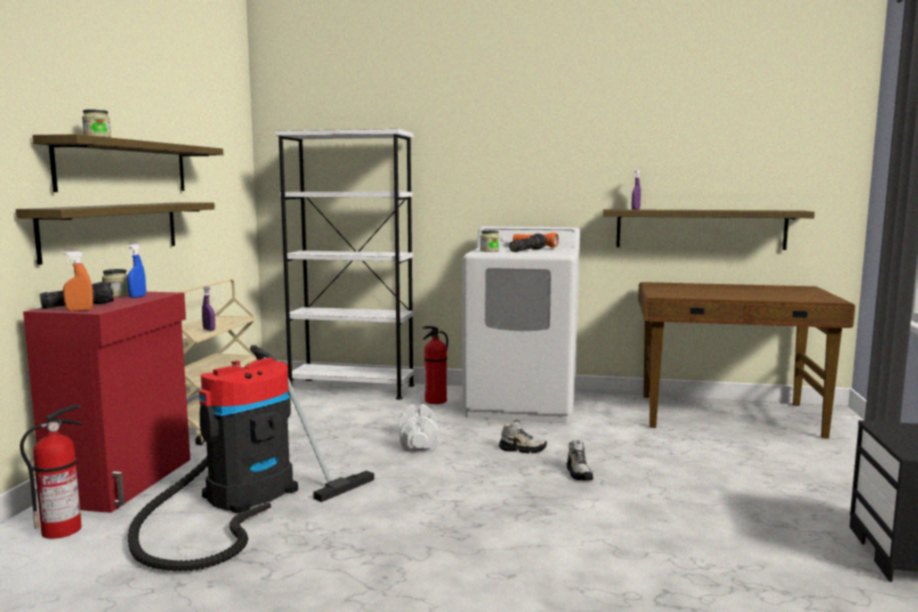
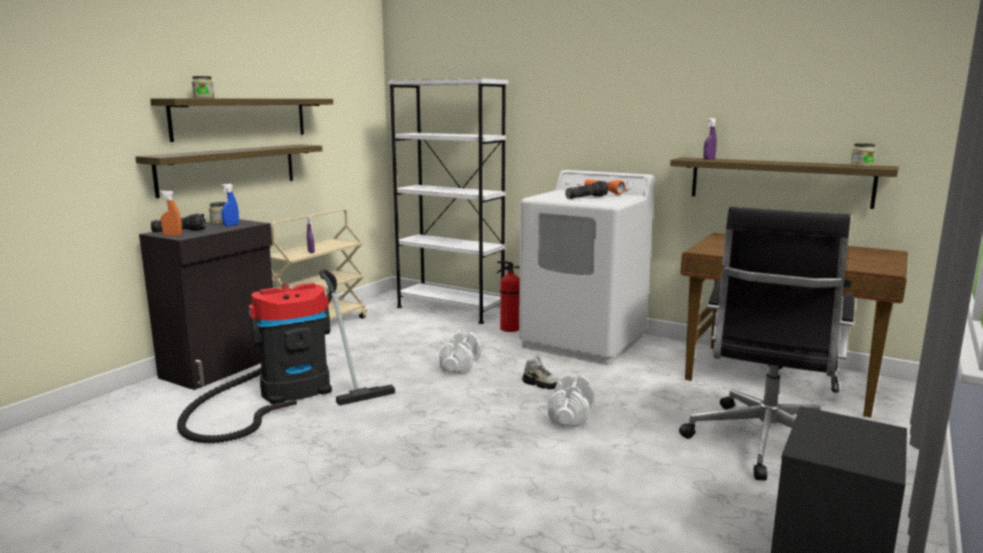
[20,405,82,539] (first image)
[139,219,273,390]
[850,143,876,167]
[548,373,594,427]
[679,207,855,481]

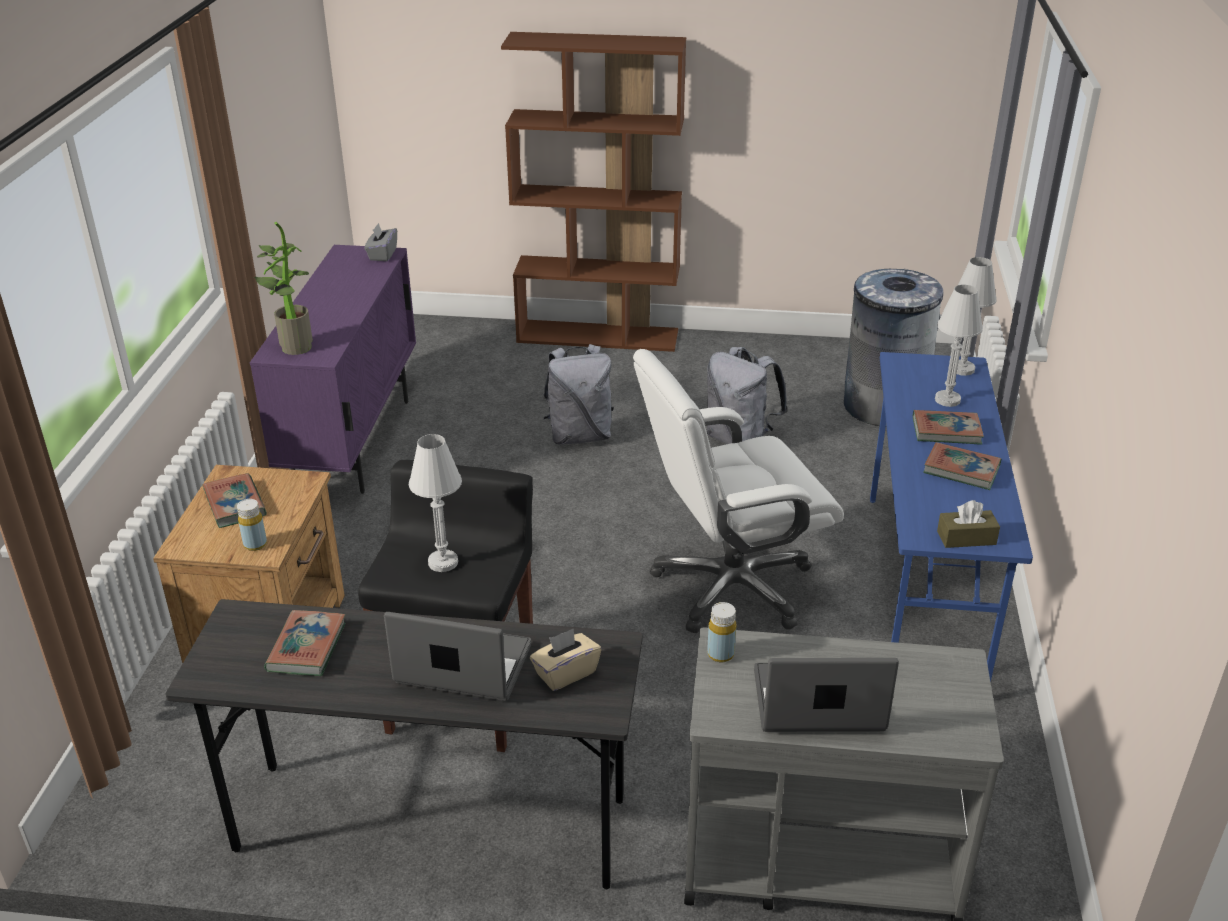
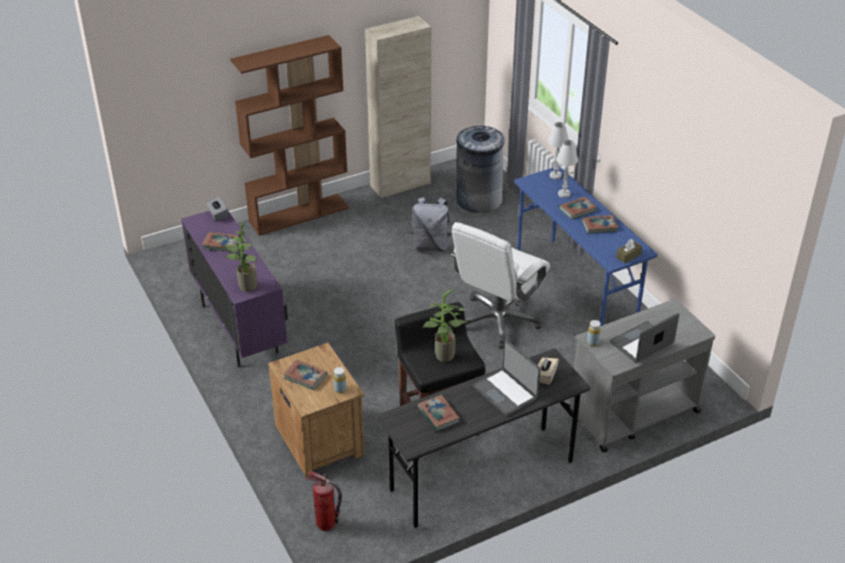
[473,340,541,416]
[422,289,469,362]
[543,344,614,445] (first image)
[202,232,240,252]
[306,471,342,531]
[365,16,431,199]

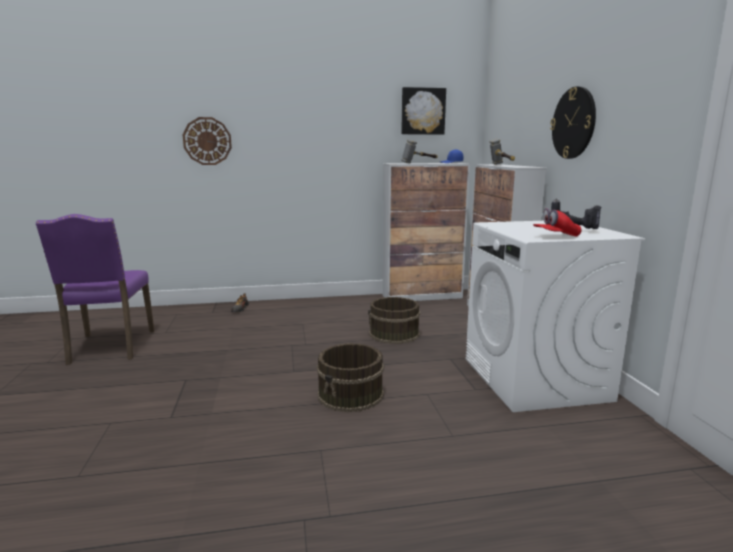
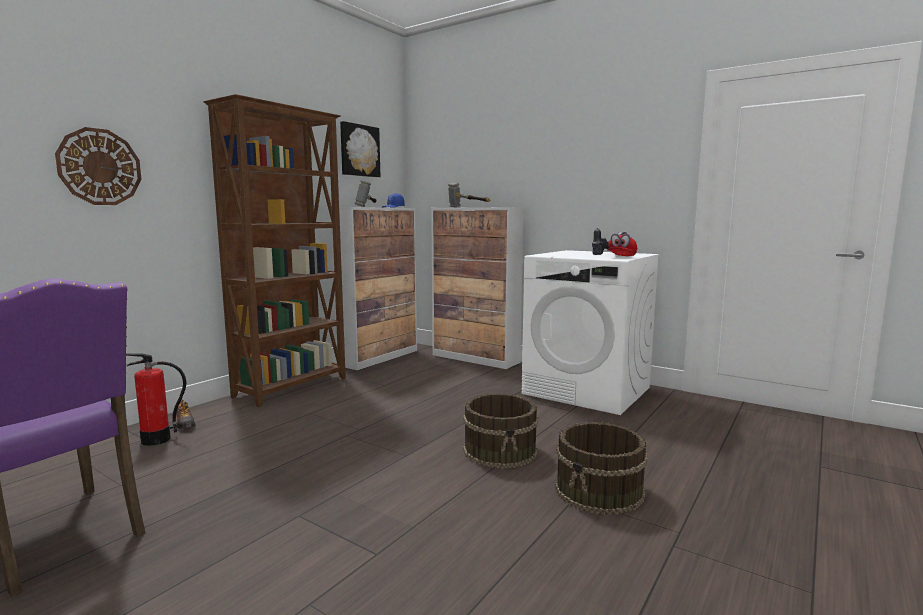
[555,422,648,515]
[550,86,596,159] (first image)
[126,353,186,446]
[203,94,346,407]

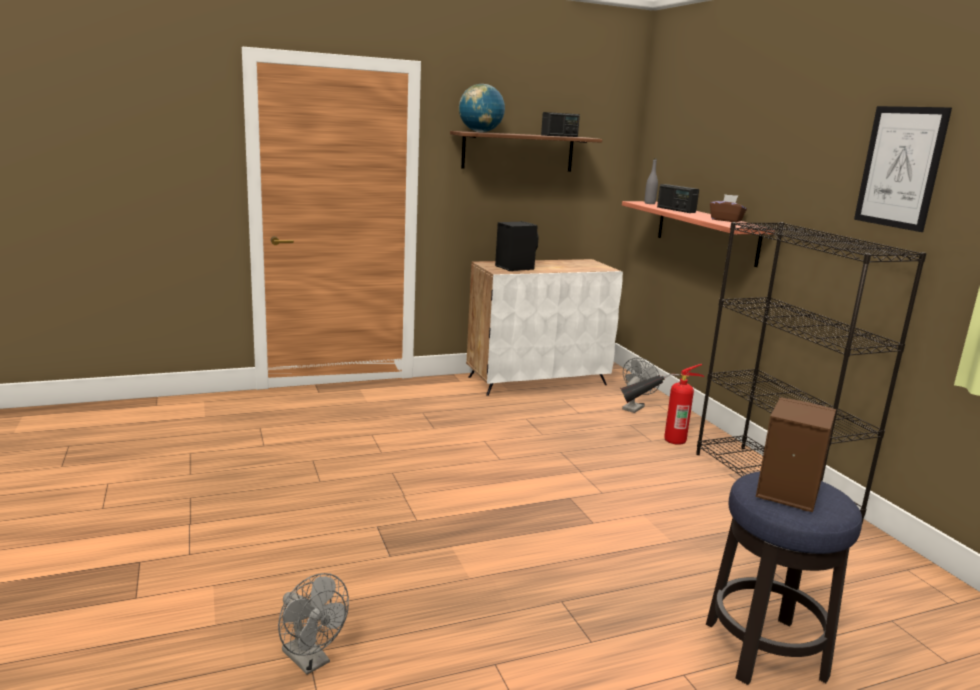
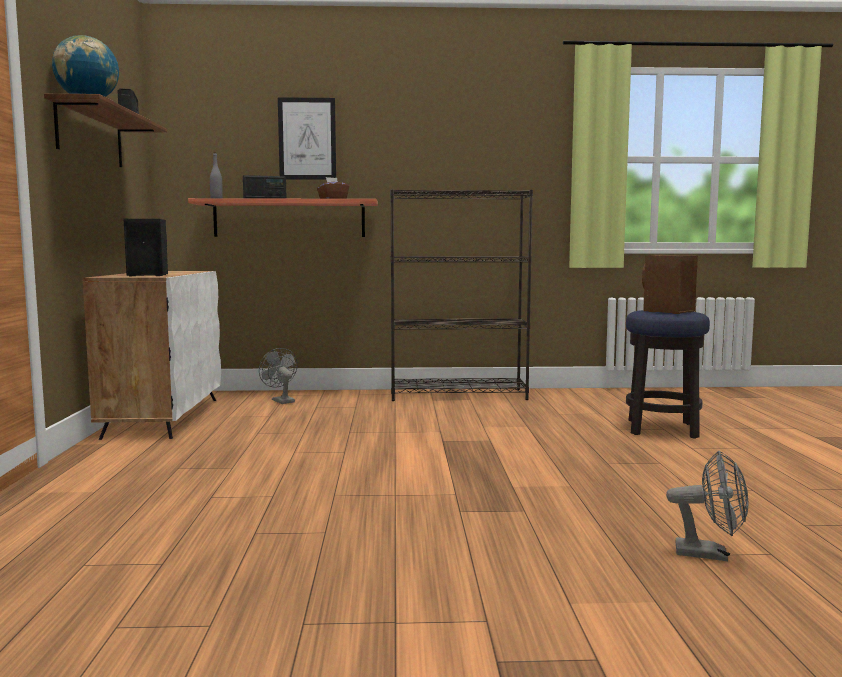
[666,451,749,561]
[620,364,704,445] (first image)
[278,98,336,180]

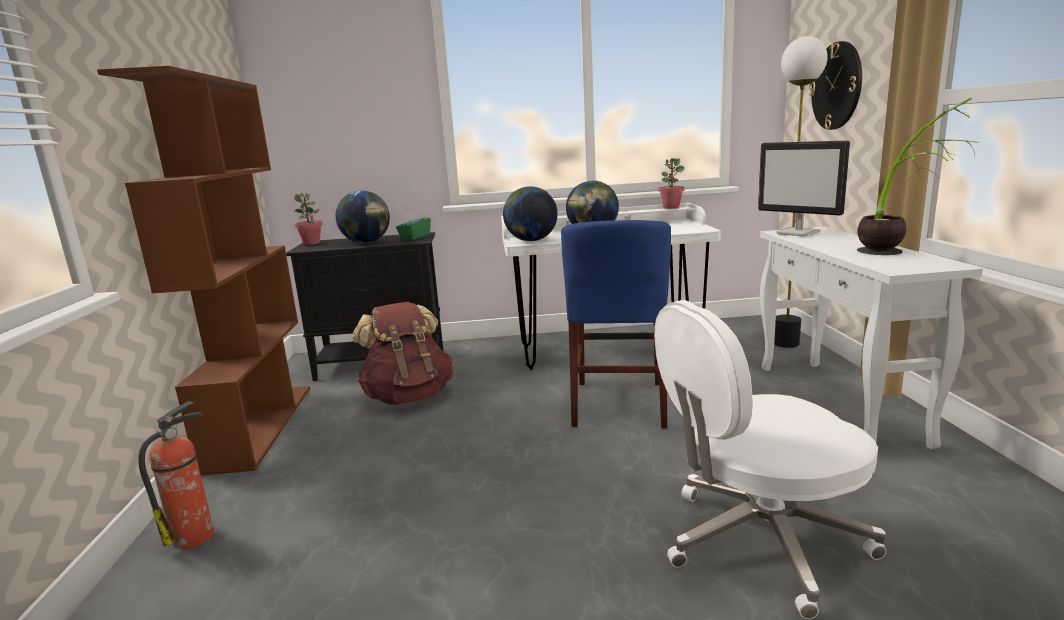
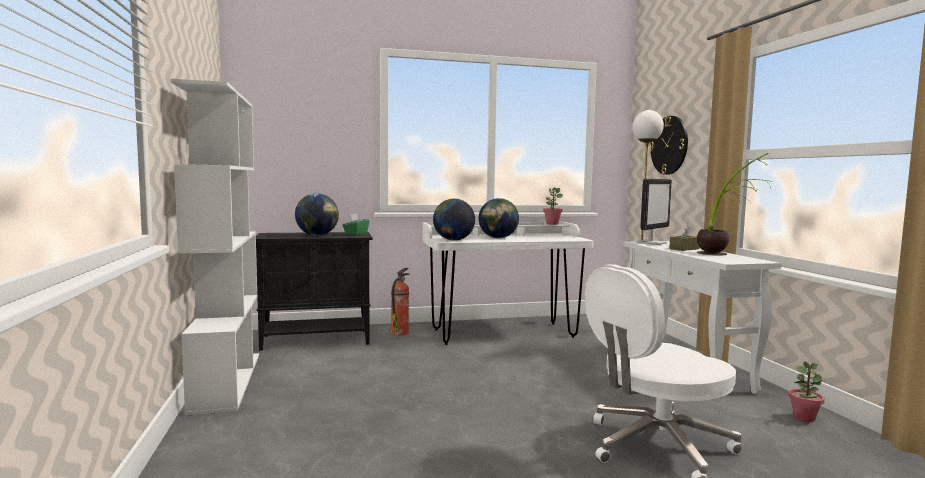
[170,79,259,415]
[391,268,410,335]
[788,362,825,422]
[352,302,453,405] (first image)
[561,220,671,429] (first image)
[636,179,672,245]
[669,225,700,251]

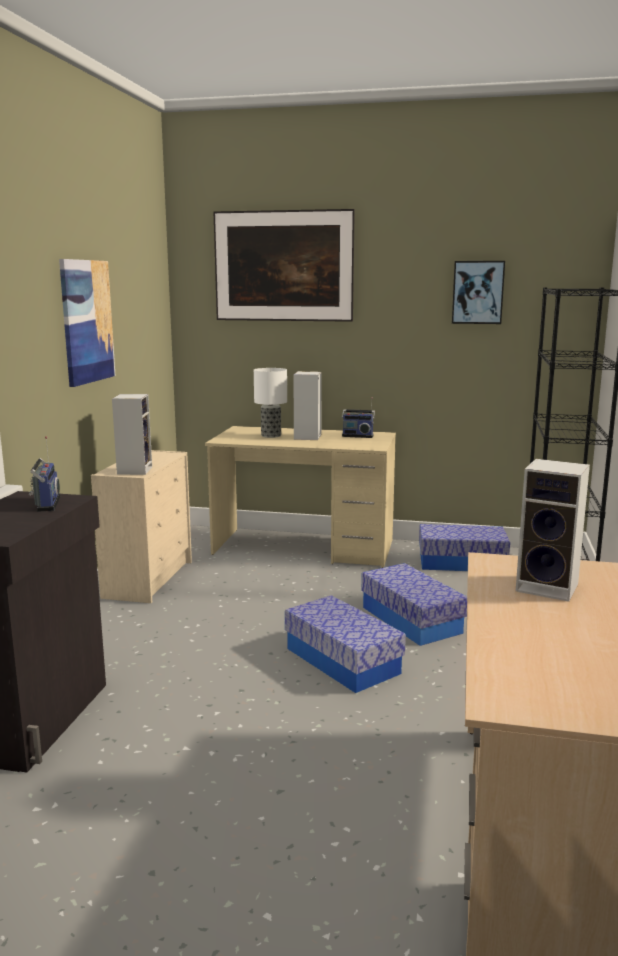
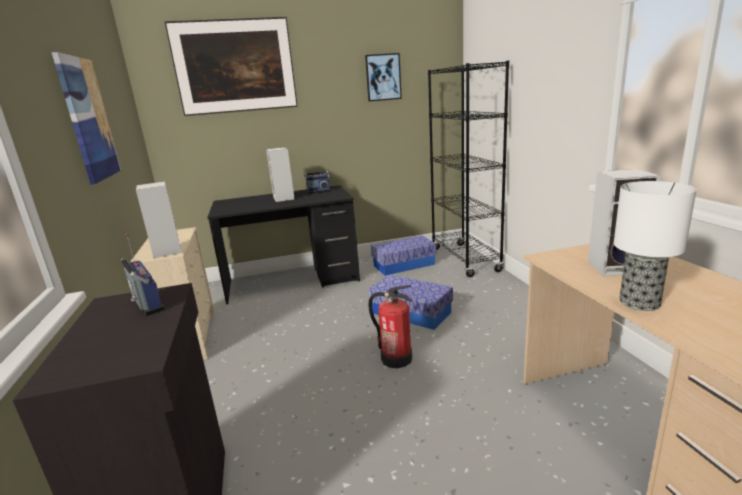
[207,185,360,304]
[614,181,697,311]
[368,285,412,368]

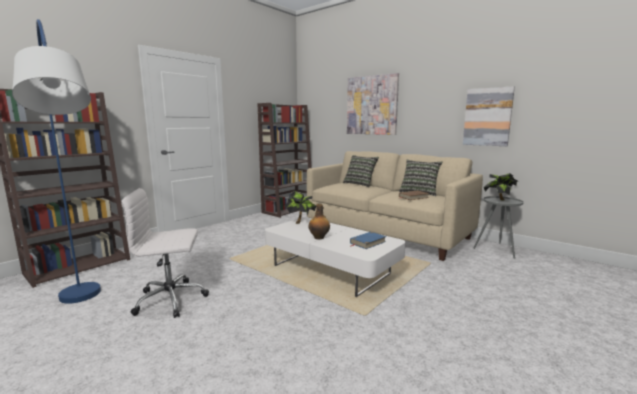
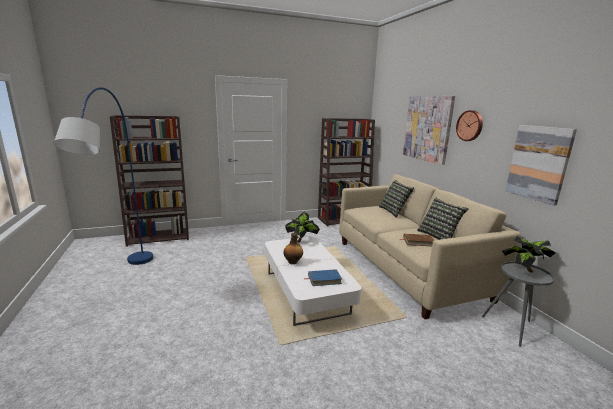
[121,188,209,318] (first image)
[456,110,483,141]

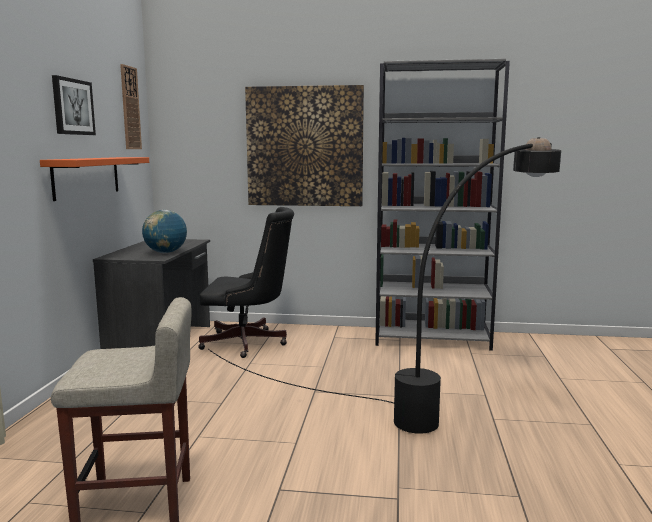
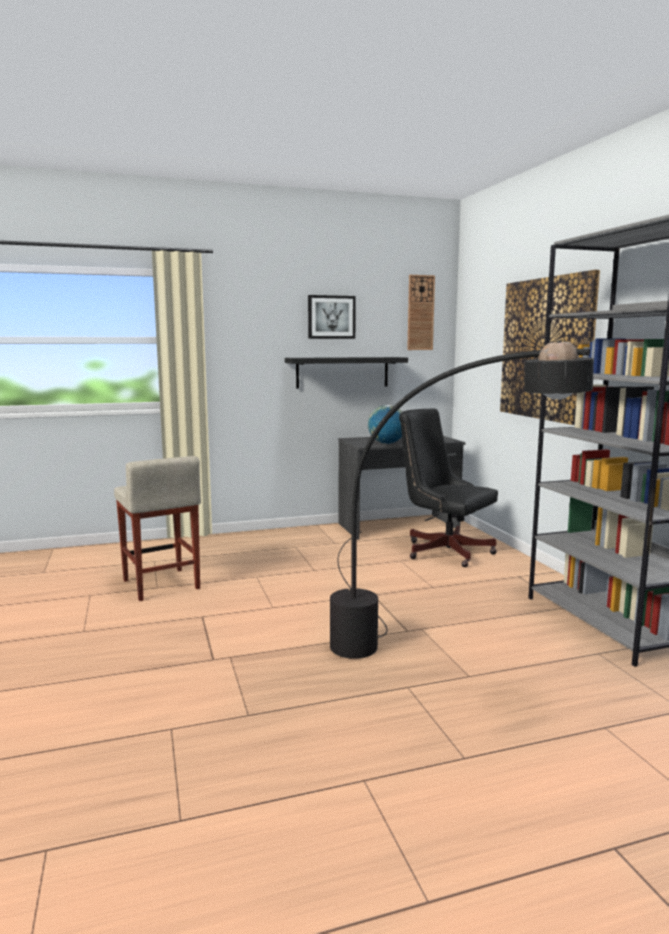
[285,357,408,389]
[399,408,498,567]

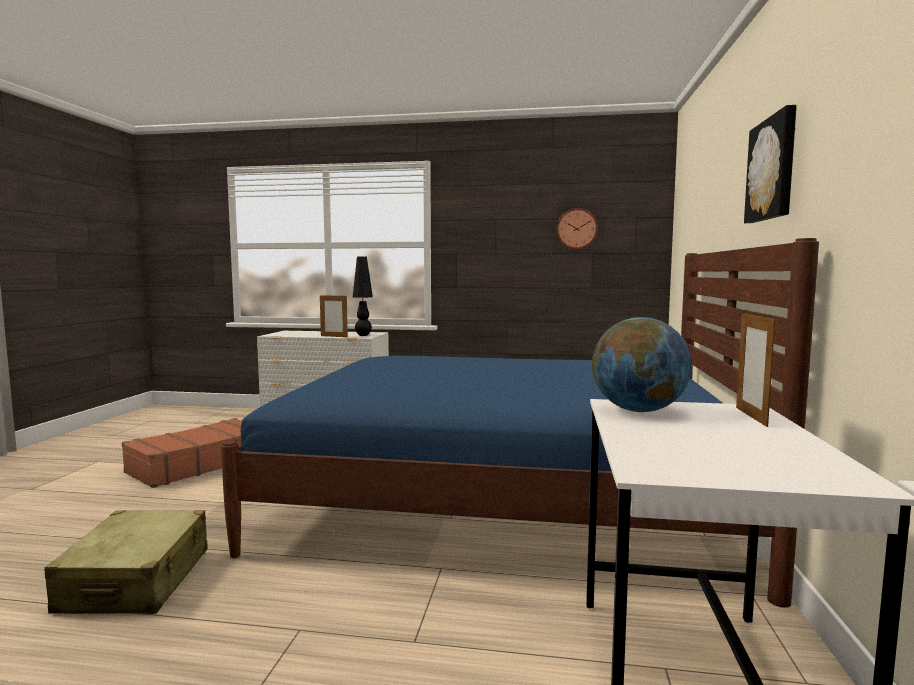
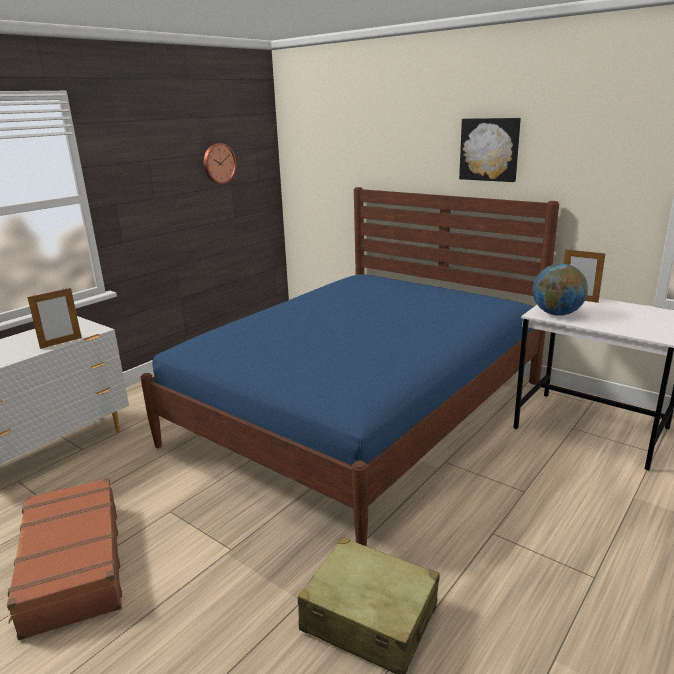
[353,257,373,336] (first image)

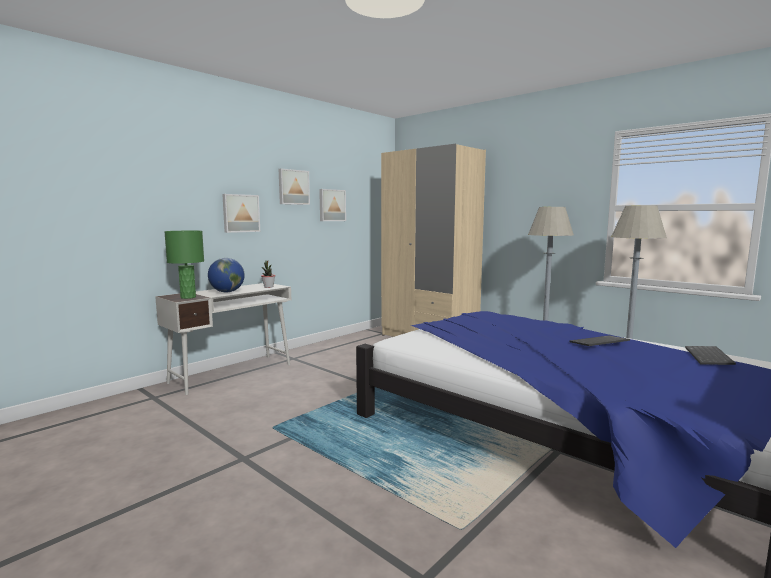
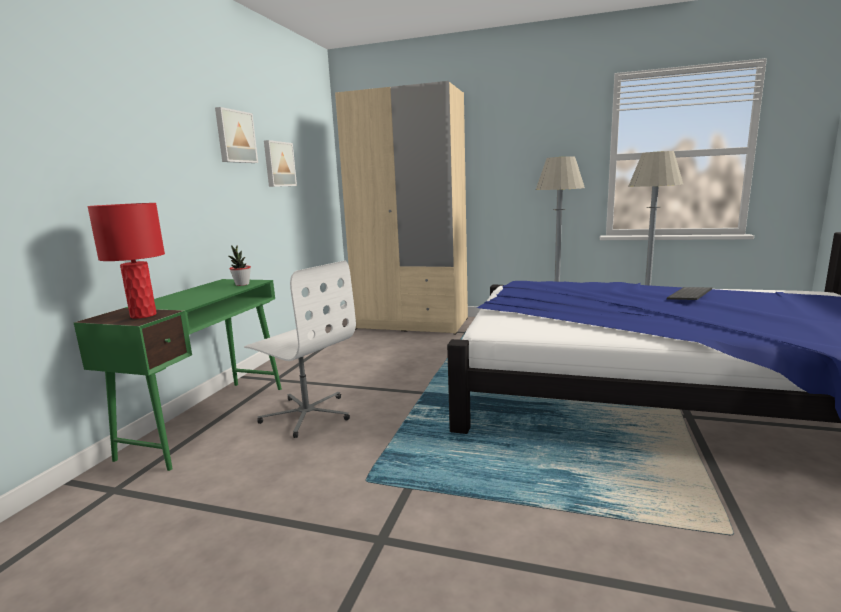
[74,279,282,471]
[87,203,165,319]
[208,258,245,292] (first image)
[222,194,260,233] (first image)
[685,346,736,365] (first image)
[244,261,356,438]

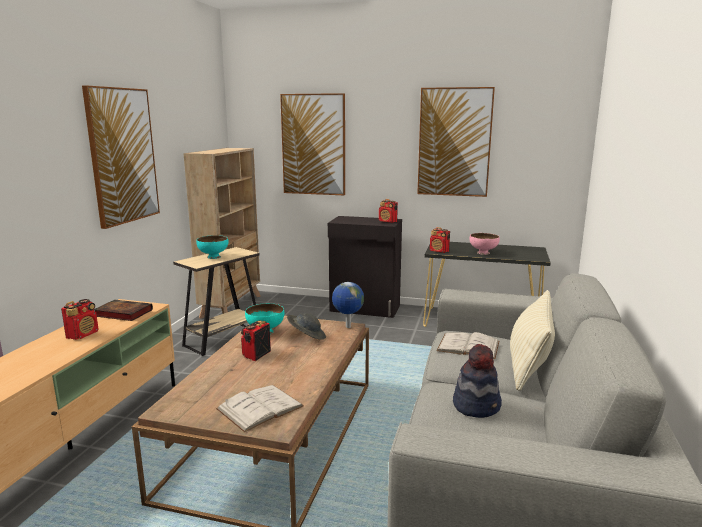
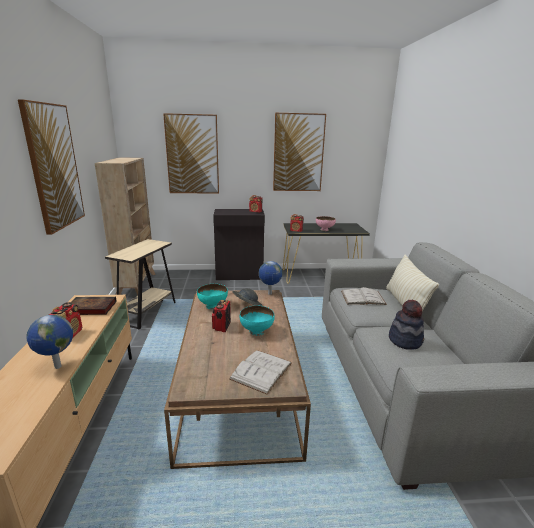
[240,305,275,336]
[26,315,73,369]

